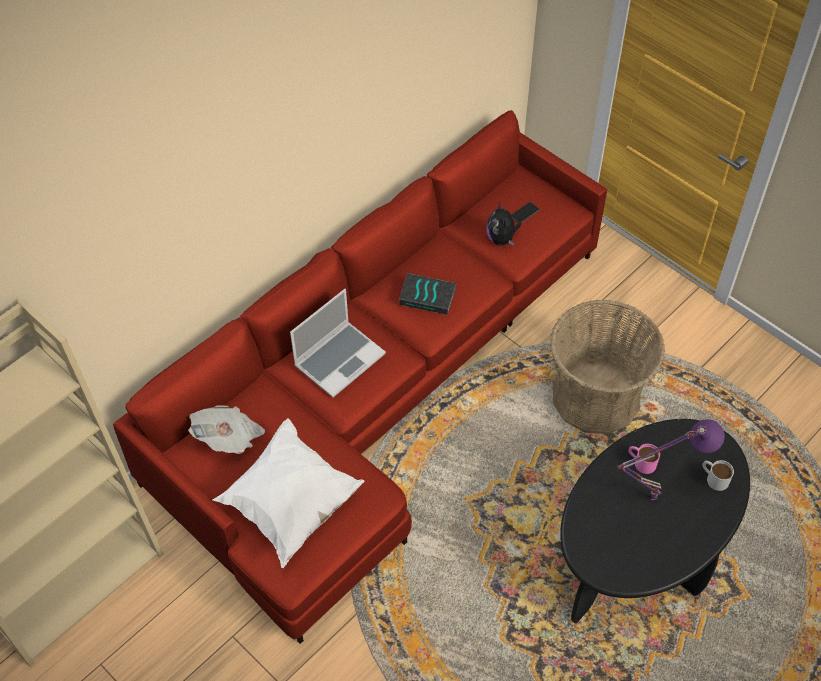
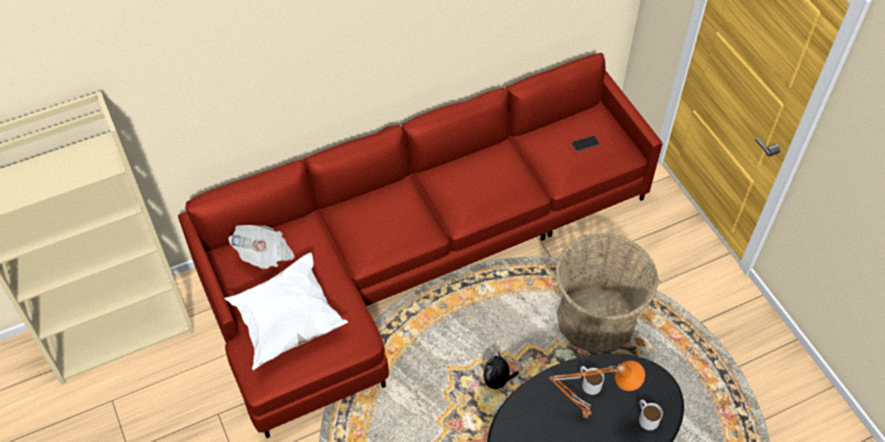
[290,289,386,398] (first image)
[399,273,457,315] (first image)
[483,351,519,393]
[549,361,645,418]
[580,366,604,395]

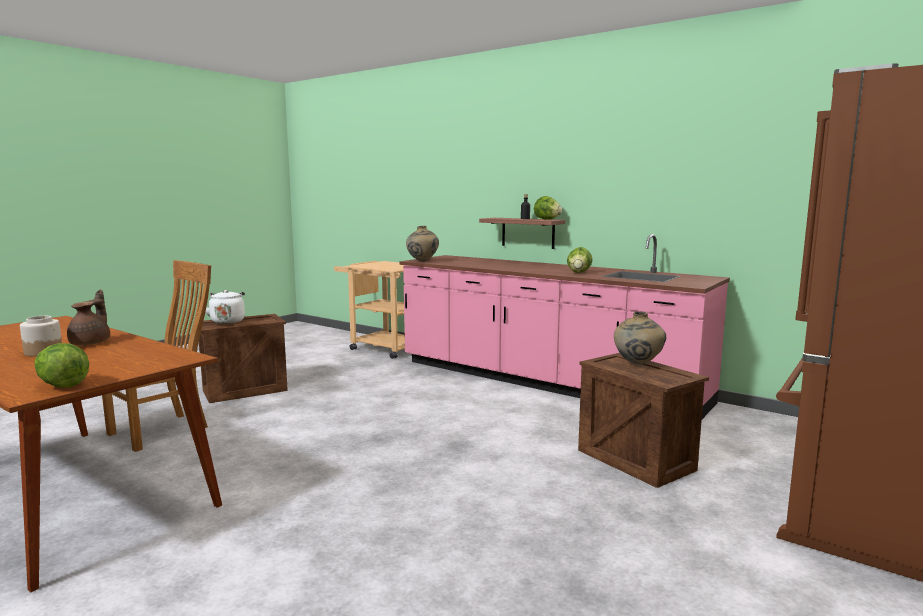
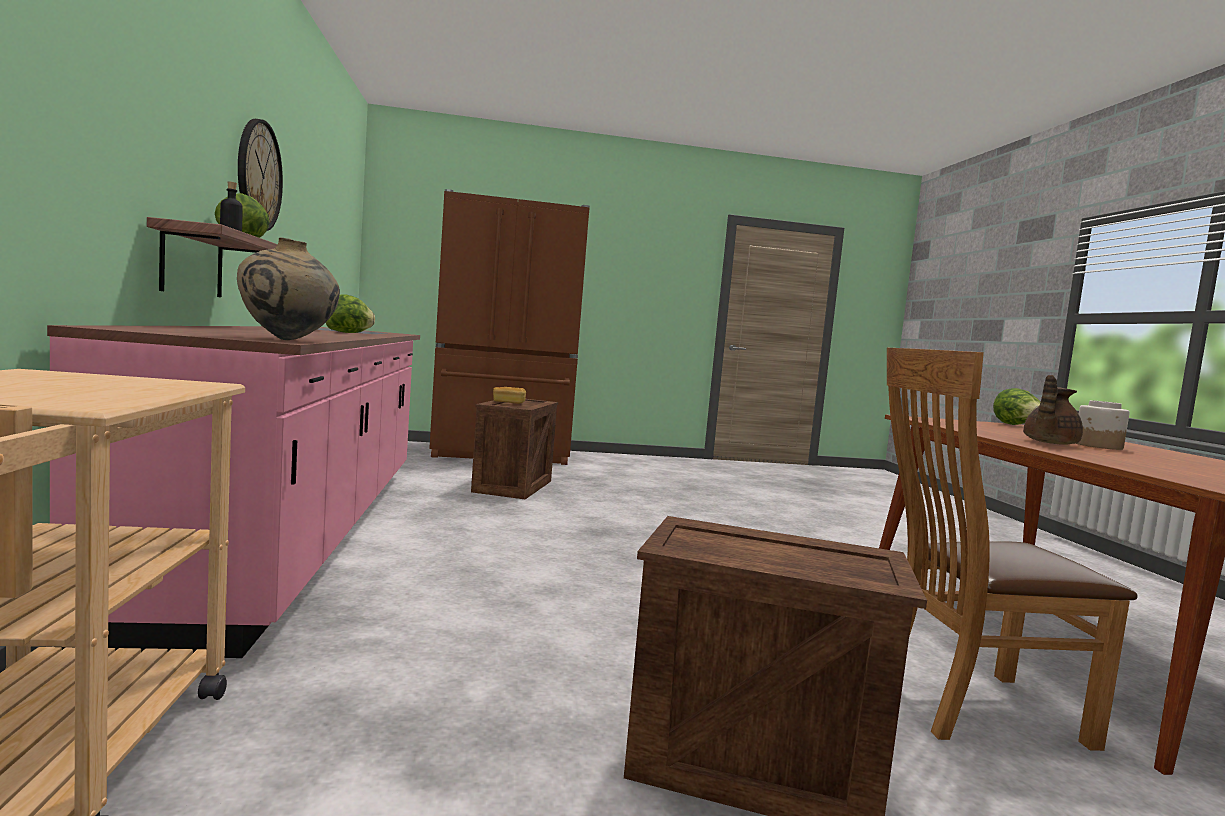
[205,290,245,324] (first image)
[493,387,526,404]
[238,119,283,231]

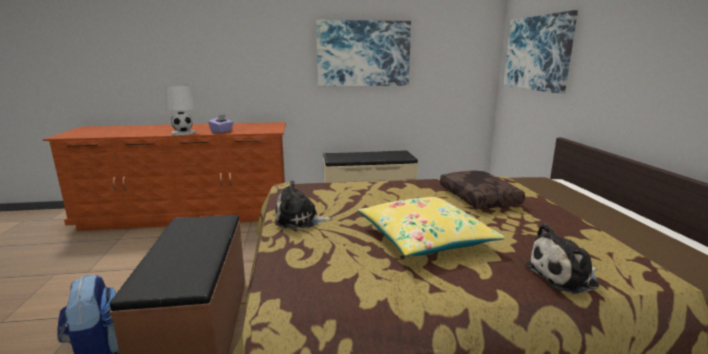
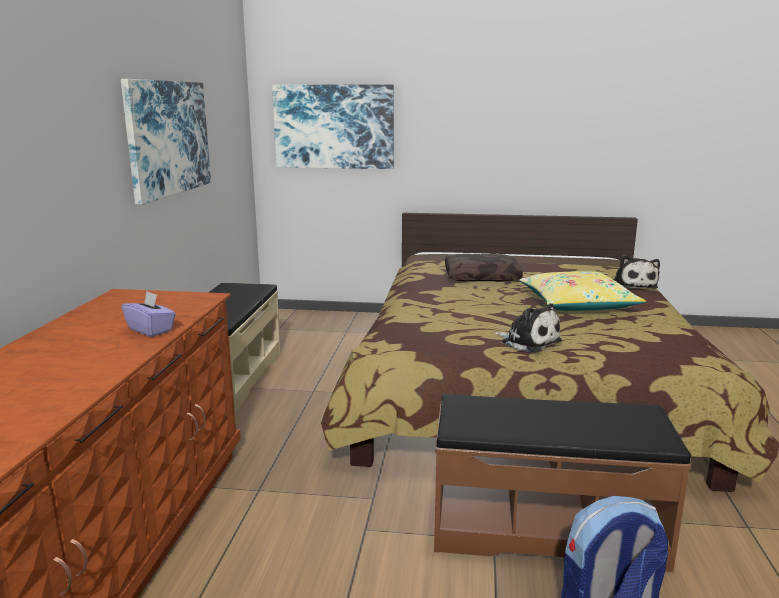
[165,85,196,135] (first image)
[494,303,562,353]

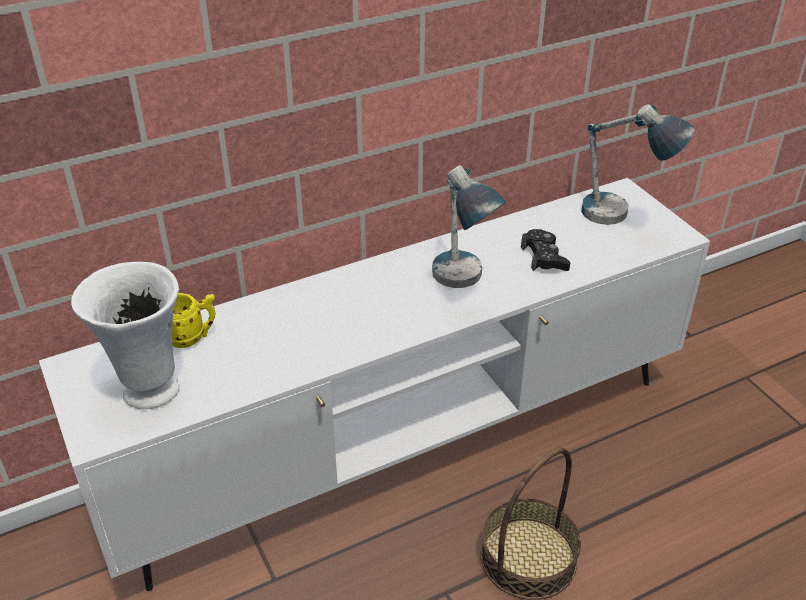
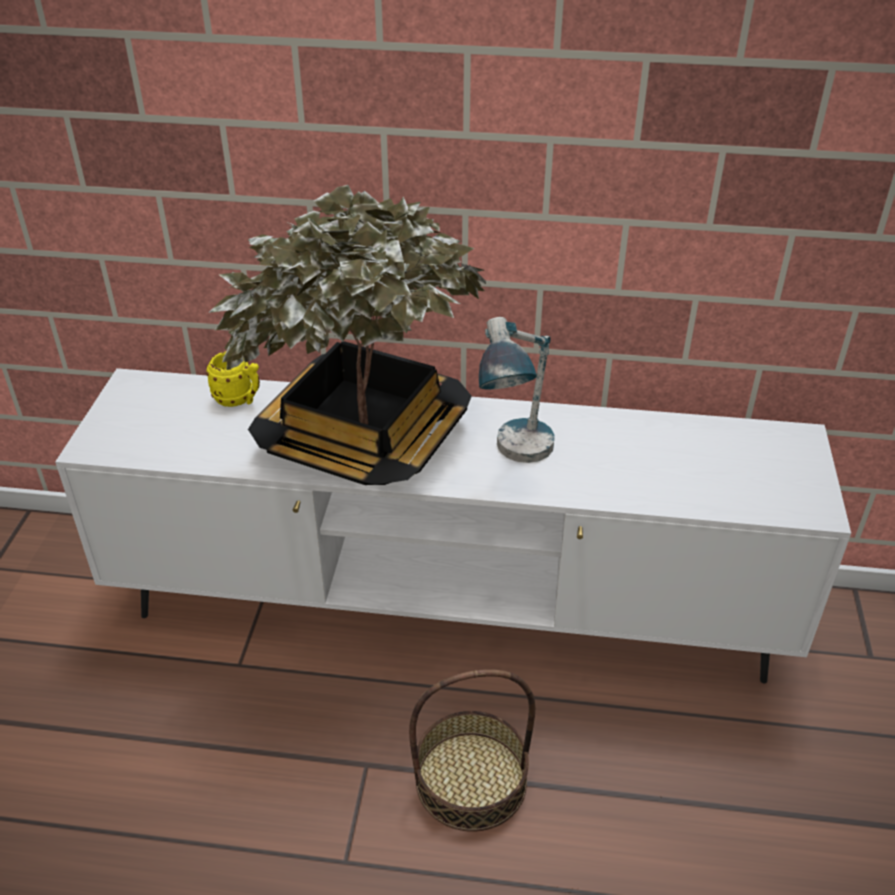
[71,262,180,409] (first image)
[521,229,570,271] (first image)
[581,104,695,225] (first image)
[208,185,486,485]

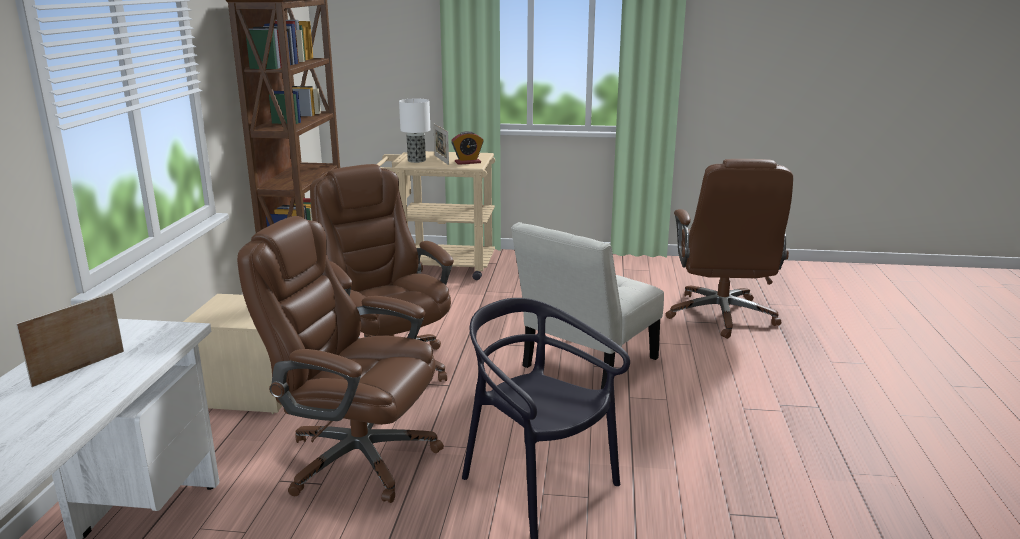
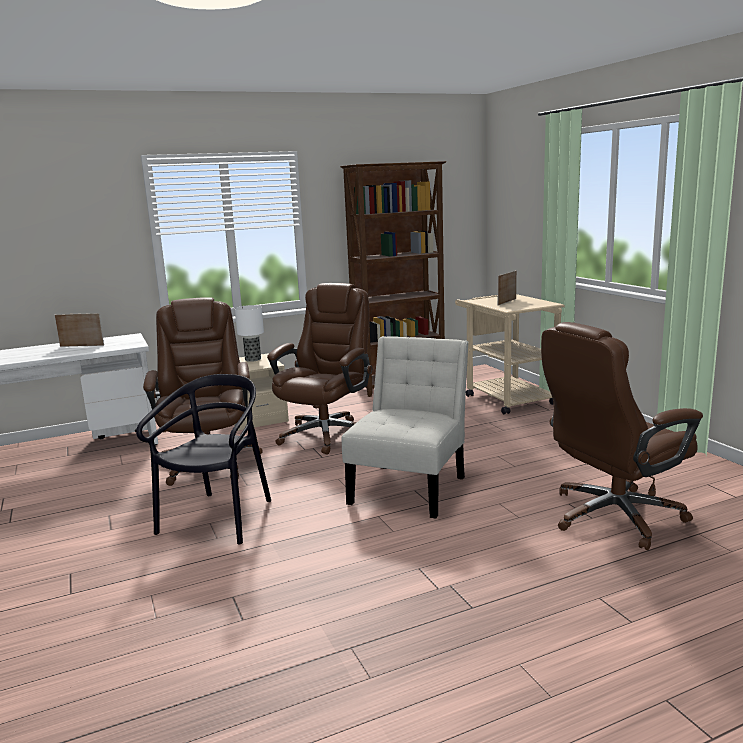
[235,305,264,362]
[451,131,484,165] (first image)
[342,336,469,519]

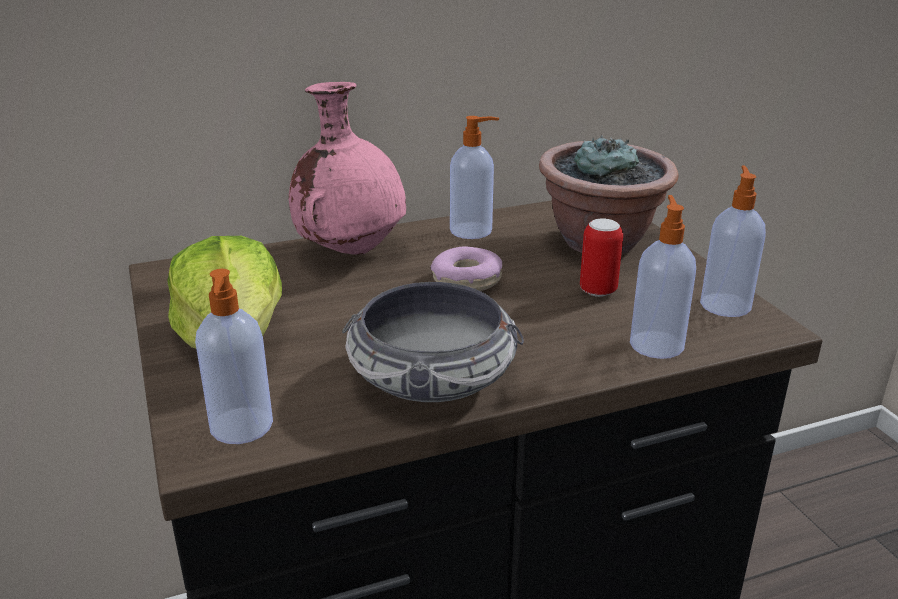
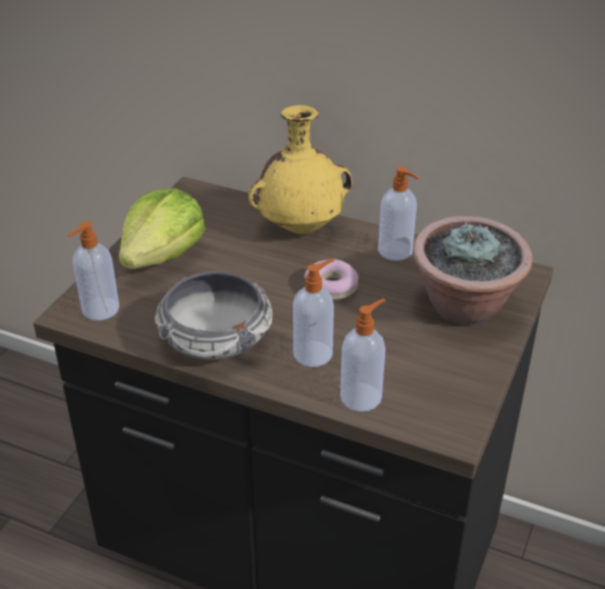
[249,105,352,234]
[580,219,623,297] (first image)
[293,259,334,367]

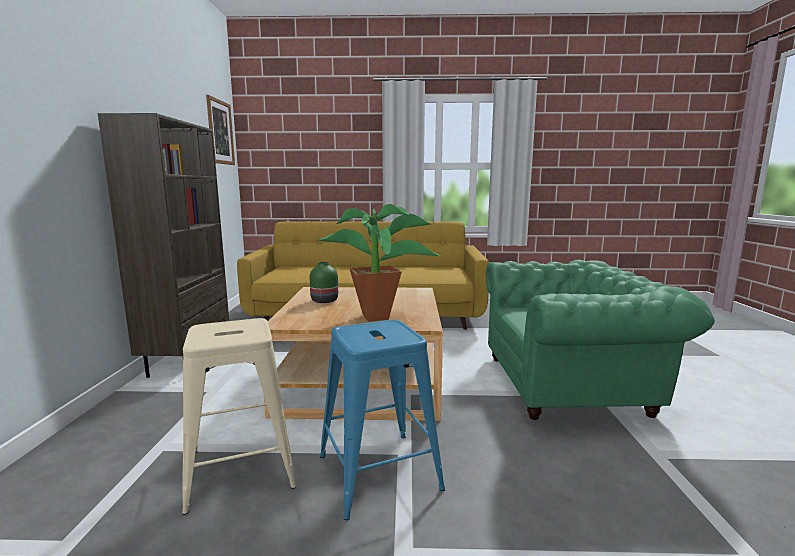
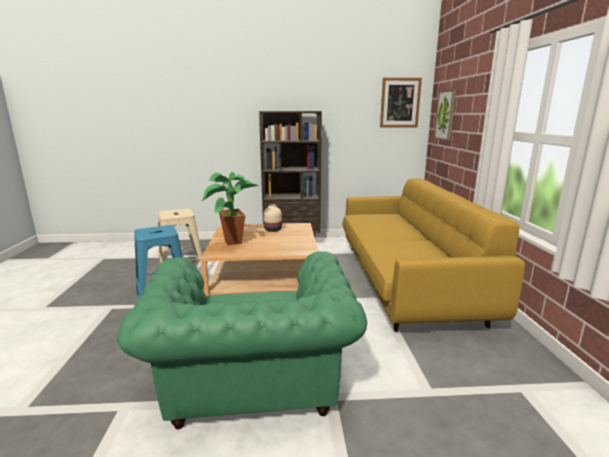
[263,204,282,232]
[434,89,456,141]

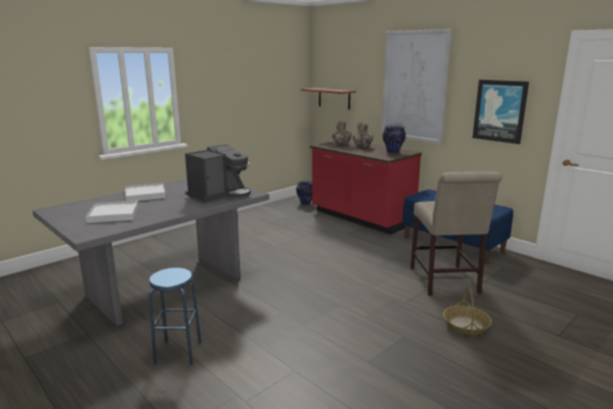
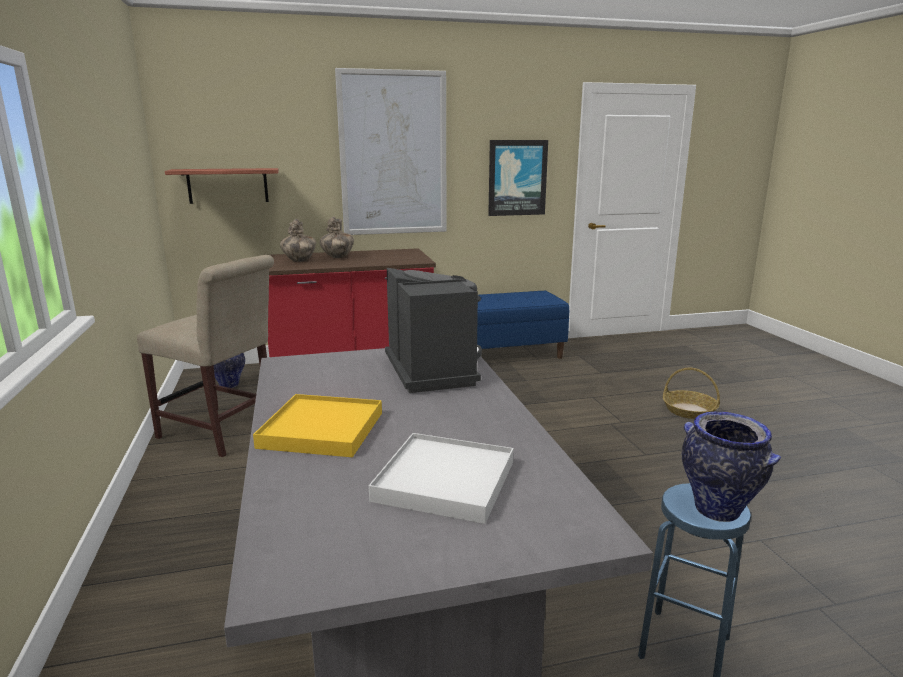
[253,394,382,457]
[682,412,781,522]
[137,255,274,457]

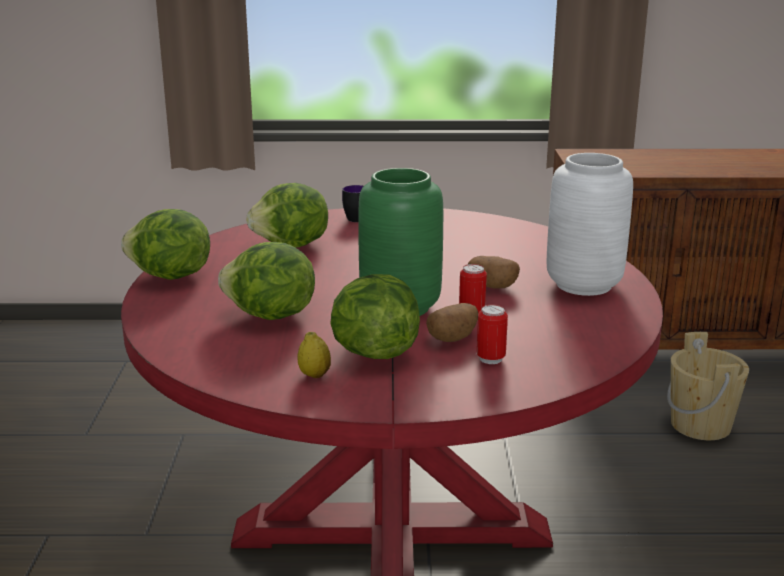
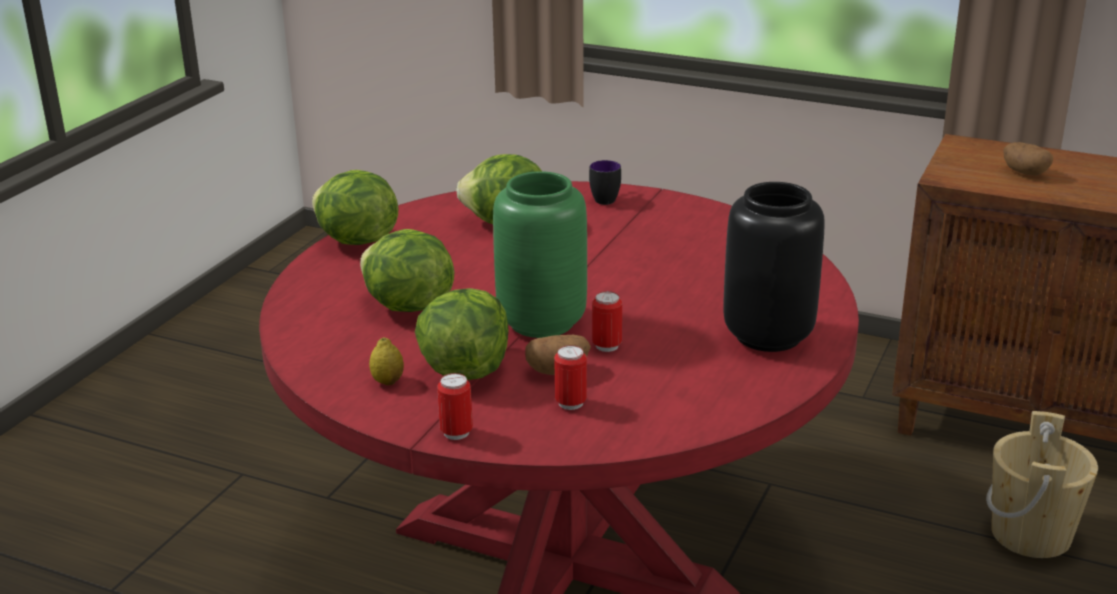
[1003,142,1053,176]
[723,182,825,352]
[437,373,473,440]

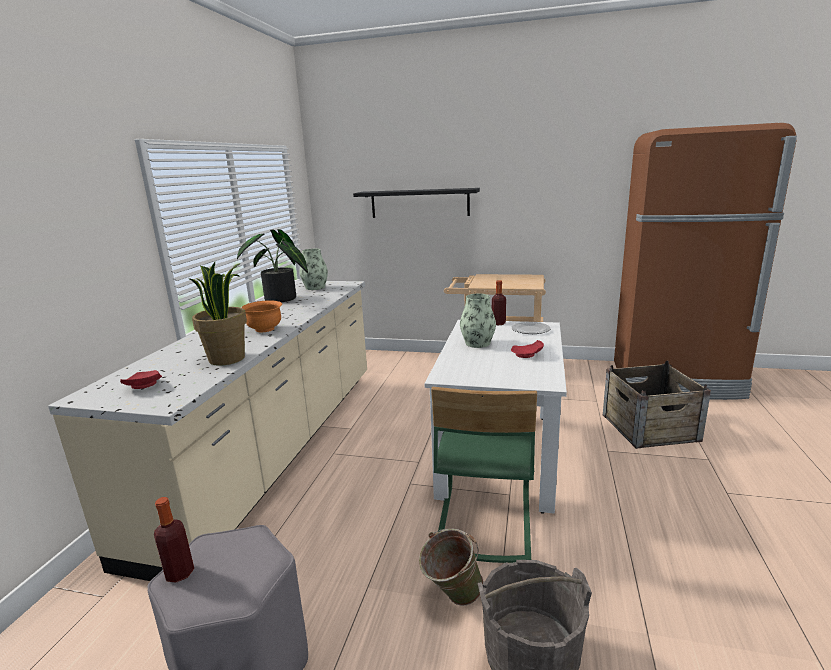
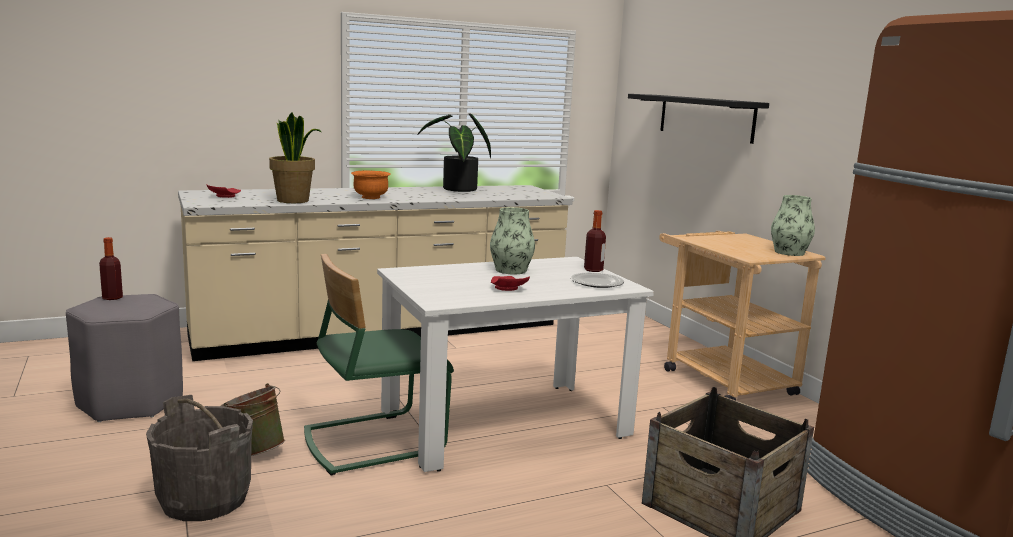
[771,195,815,256]

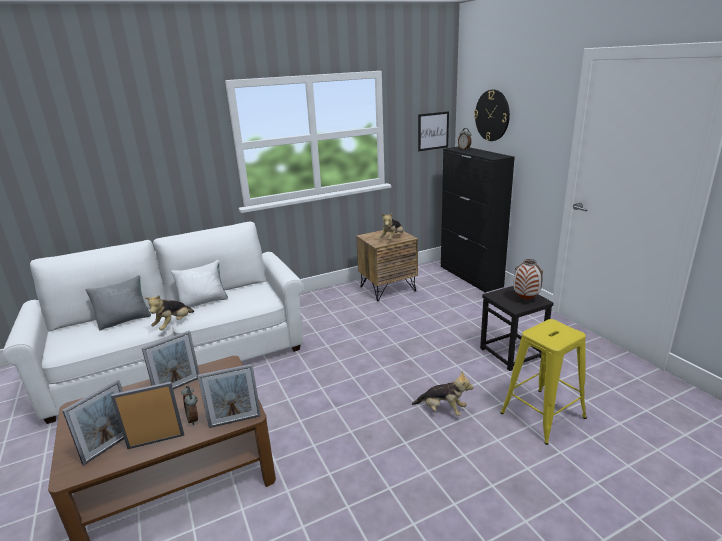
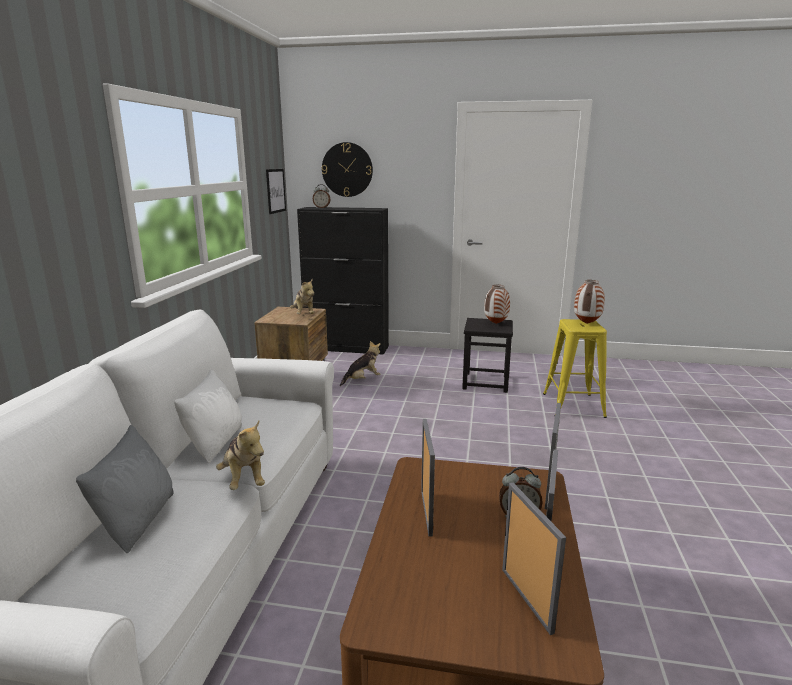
[340,341,381,386]
[574,280,605,324]

